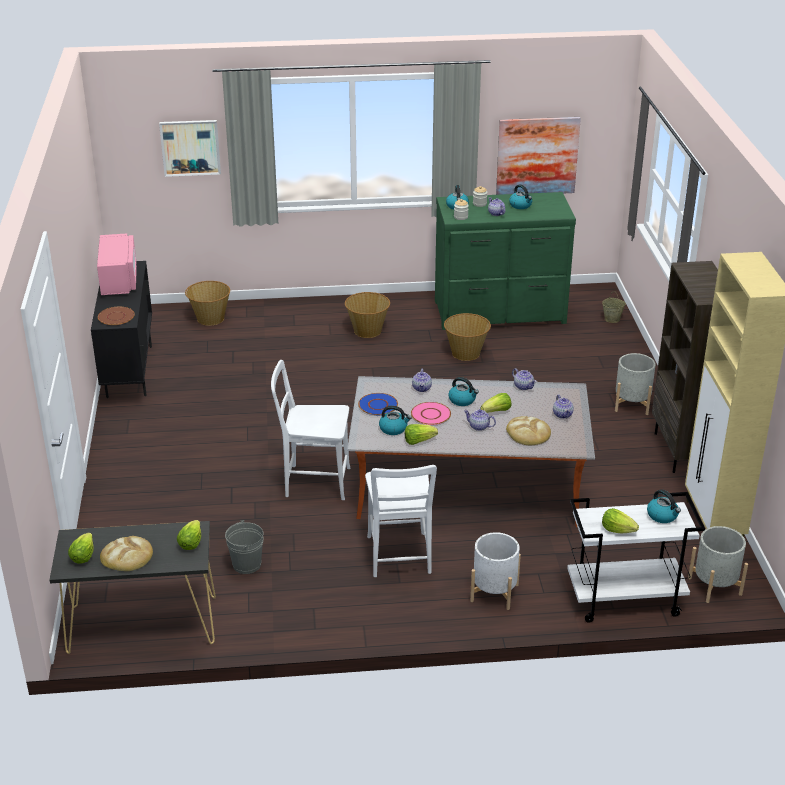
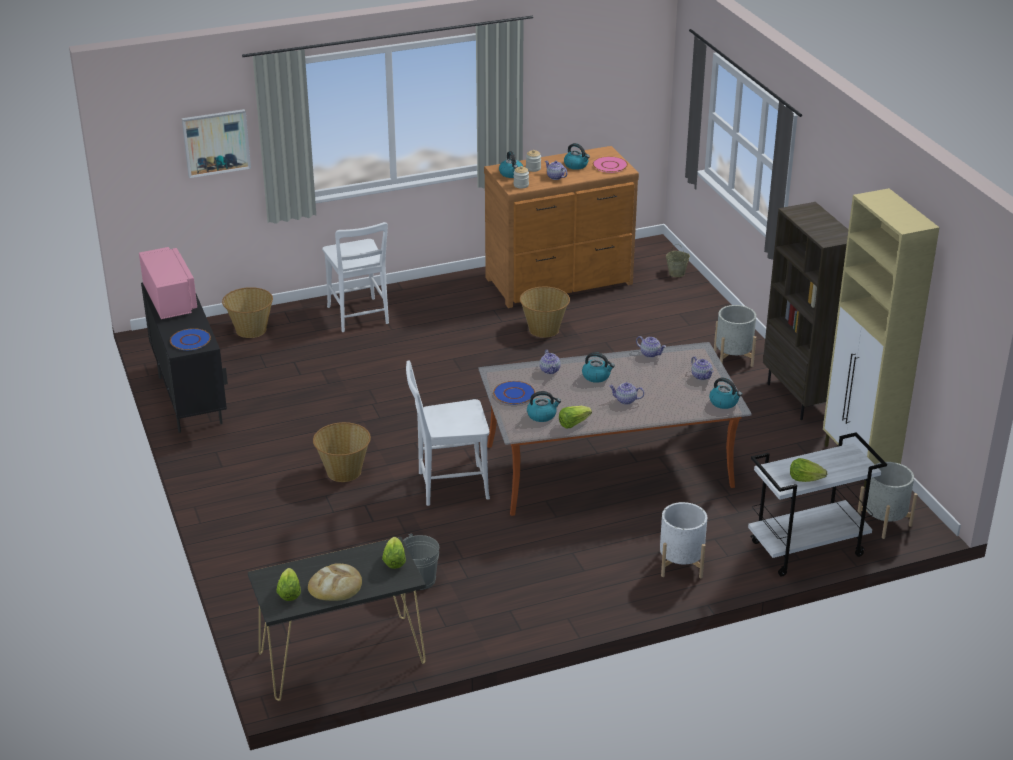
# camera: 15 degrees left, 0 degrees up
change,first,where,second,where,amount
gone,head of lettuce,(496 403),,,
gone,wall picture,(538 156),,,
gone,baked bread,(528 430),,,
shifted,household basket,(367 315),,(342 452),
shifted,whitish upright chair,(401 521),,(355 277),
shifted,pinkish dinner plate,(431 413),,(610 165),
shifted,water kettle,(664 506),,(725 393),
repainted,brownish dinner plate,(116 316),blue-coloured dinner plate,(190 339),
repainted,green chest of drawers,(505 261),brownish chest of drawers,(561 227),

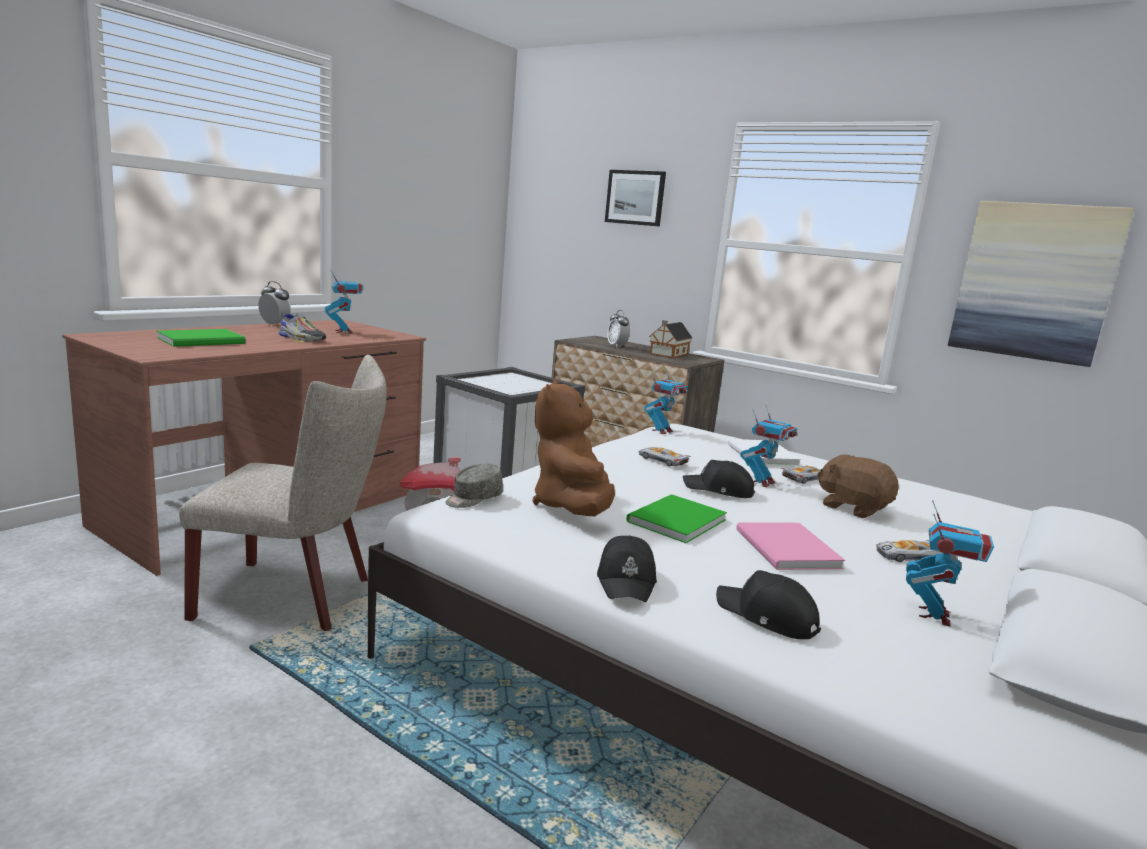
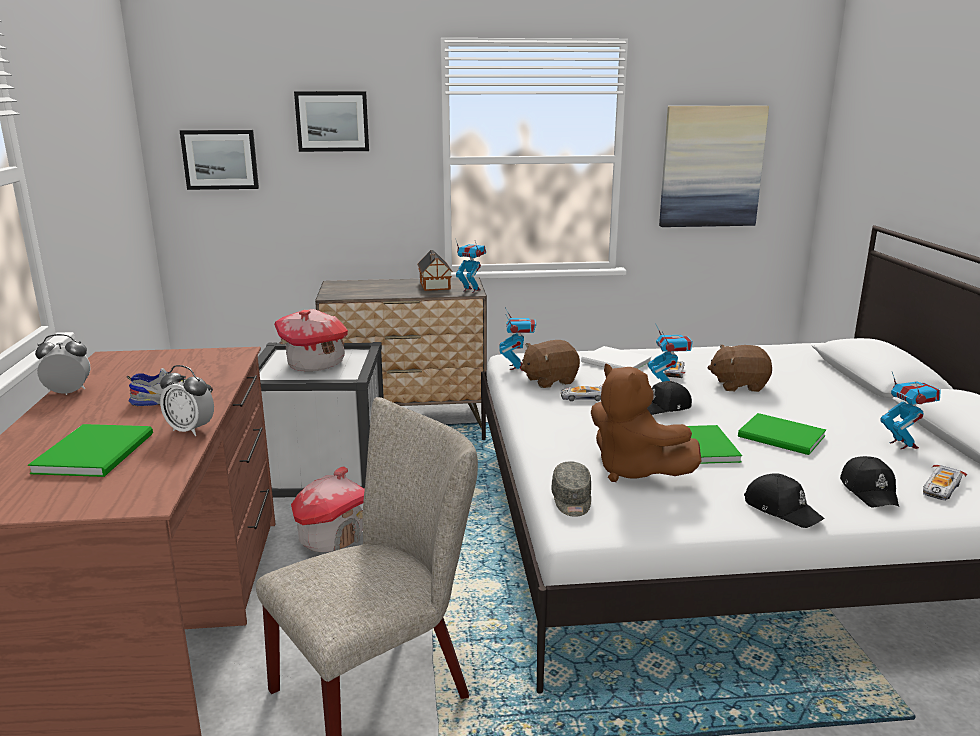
# camera: 40 degrees left, 5 degrees up
change,first,where,second,where,amount
new,,,wall picture,(219 160),
new,,,model house,(311 340),
new,,,brownish plush toy,(550 364),
shifted,toy robot,(344 302),,(470 265),
shifted,bedside clock,(618 329),,(187 400),
shifted,miniature car,(909 551),,(945 483),
repainted,pinkish bound book,(790 546),green bound book,(782 434),
rotated,blackish cap,(768 604),,(869 482),90 degrees counterclockwise

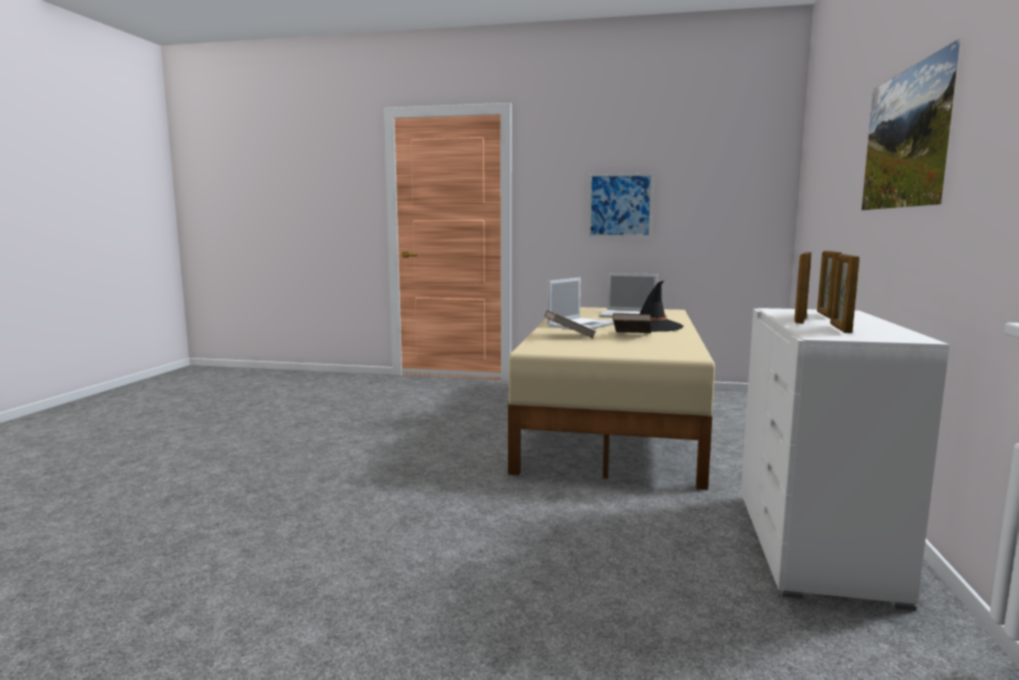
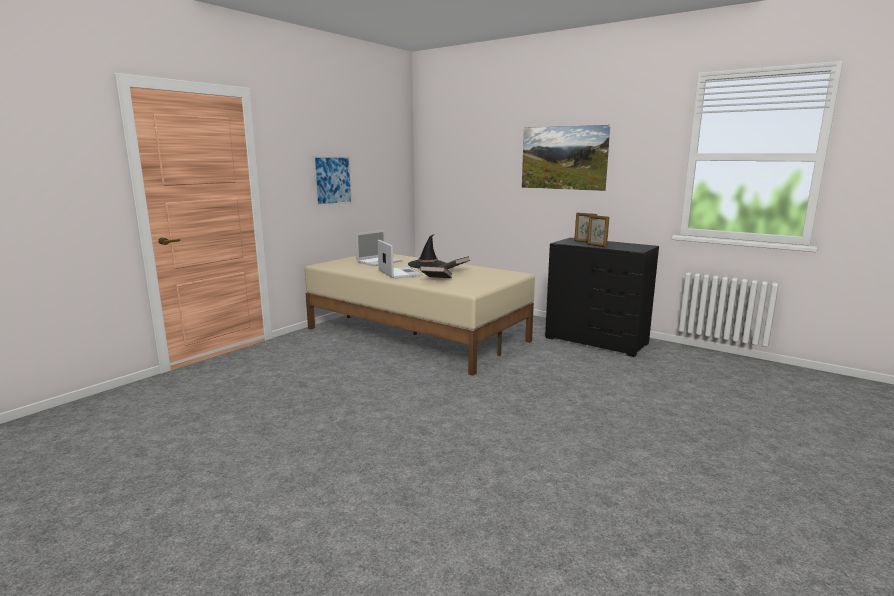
# camera: 65 degrees left, 5 degrees up
change,first,where,second,where,amount
gone,standing frame,(844 293),,,
repainted,whitish chest of drawers,(845 459),blackish chest of drawers,(602 297),

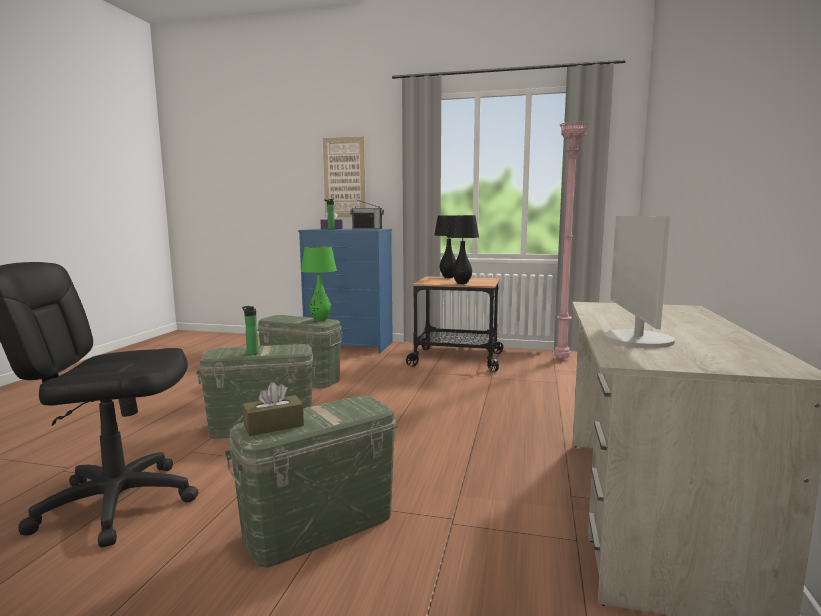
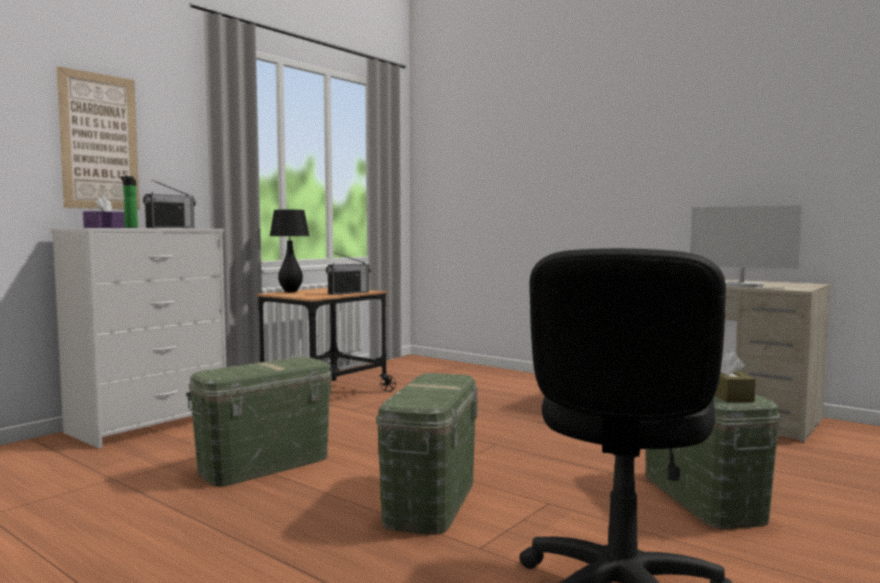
# camera: 65 degrees left, 5 degrees down
change,first,where,second,where,amount
gone,drink bottle,(250 330),,,
gone,green tabletop lamp,(319 283),,,
gone,pinkish floor lamp,(571 240),,,
swapped,blackish tabletop lamp,(463 249),radio receiver,(348 273),
repainted,blue-coloured chest of drawers,(345 291),whitish chest of drawers,(138 338),

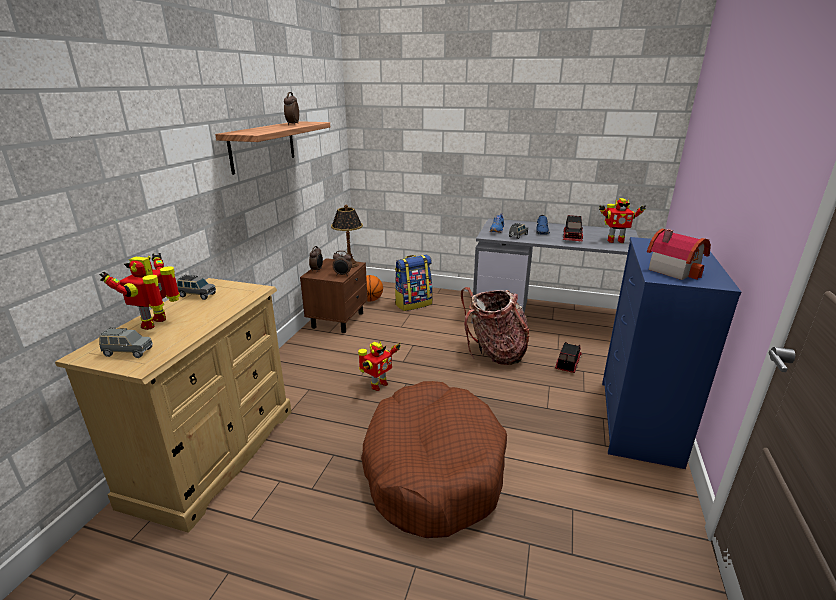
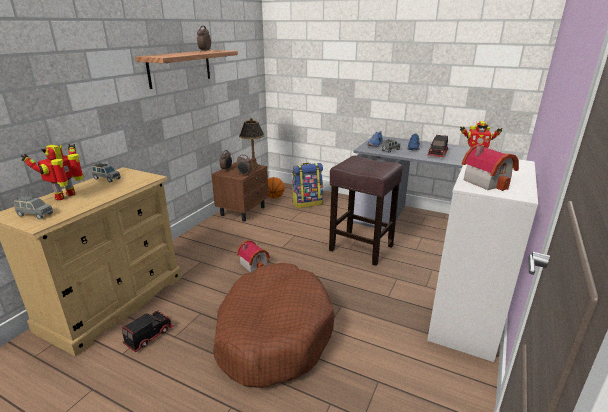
# camera: 10 degrees right, 0 degrees up
change,first,where,second,where,amount
shifted,model truck,(568 357),,(148 331),
swapped,toy robot,(379 366),model house,(253 256),
swapped,backpack,(495 326),brownish sitting stool,(366 211),
repainted,blue-coloured chest of drawers,(671 353),whitish chest of drawers,(482 260),

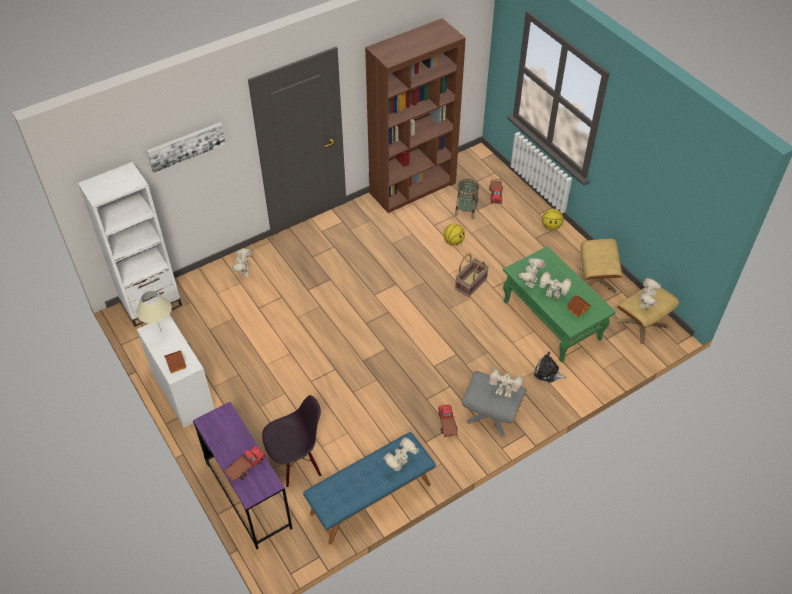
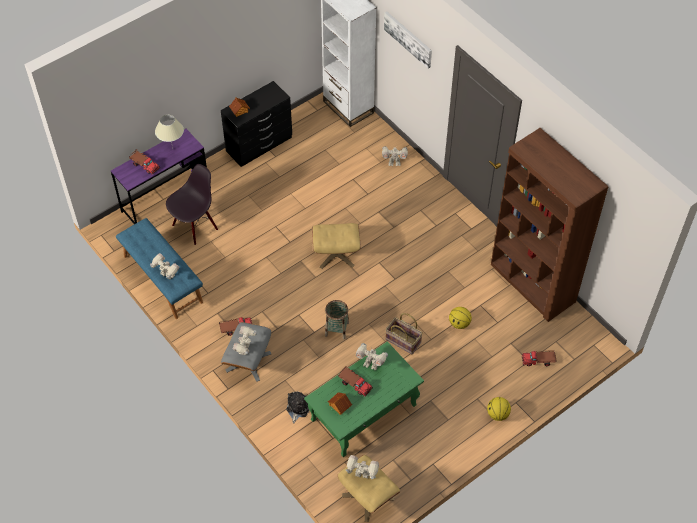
# camera: 85 degrees right, 5 degrees up
change,first,where,second,where,amount
shifted,beige tabletop lamp,(154 311),,(169 131),
shifted,household basket,(467 199),,(337 319),
shifted,beige pouffe,(599 266),,(336 246),
swapped,toy robot,(555 285),model truck,(355 381),
repainted,whitish chest of drawers,(175 371),blackish chest of drawers,(256 124),
rotated,blackish upright chair,(291 441),,(192 204),105 degrees counterclockwise

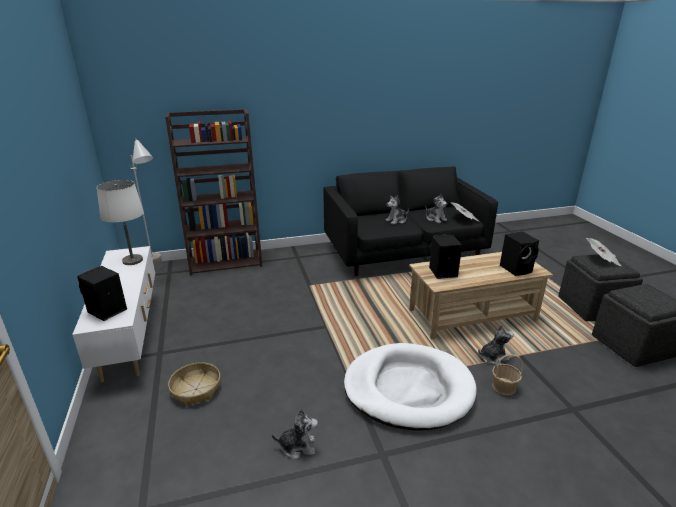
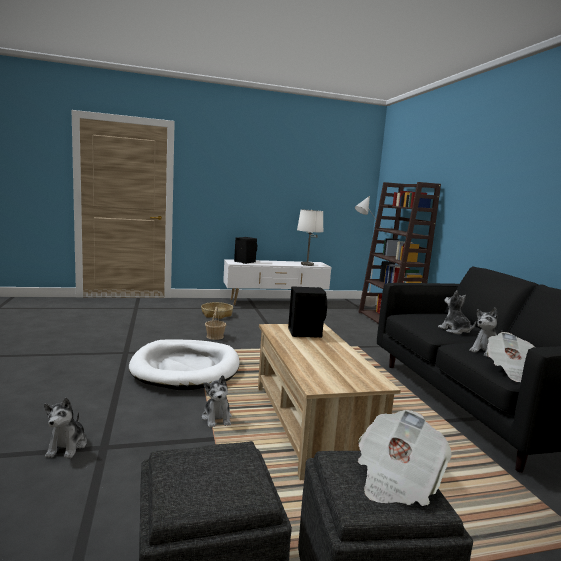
# camera: 90 degrees right, 15 degrees down
change,first,where,second,where,amount
gone,blackish audio speaker,(519 253),,,
shifted,plush toy,(295 434),,(65 427),
shifted,household basket,(507 374),,(215 323),

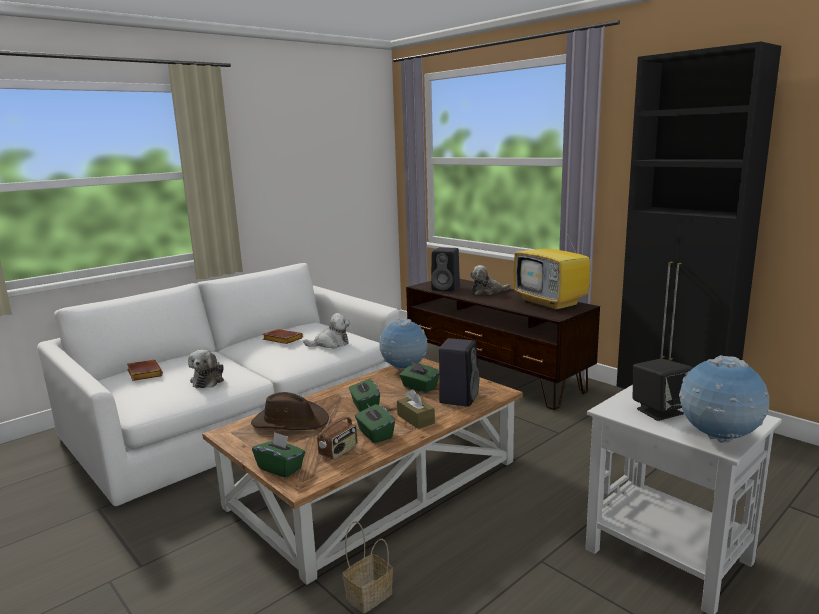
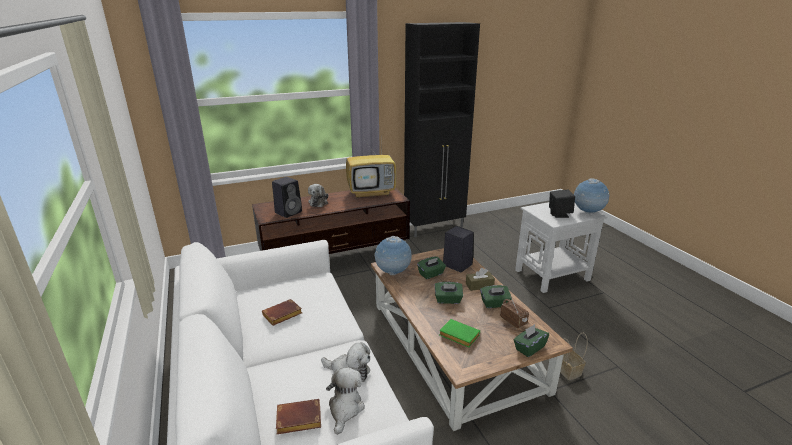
# camera: 70 degrees left, 10 degrees up
change,first,where,second,where,amount
shifted,plush toy,(326 331),,(345 401),
swapped,brownish clothing hat,(290 411),green bound book,(459 333),

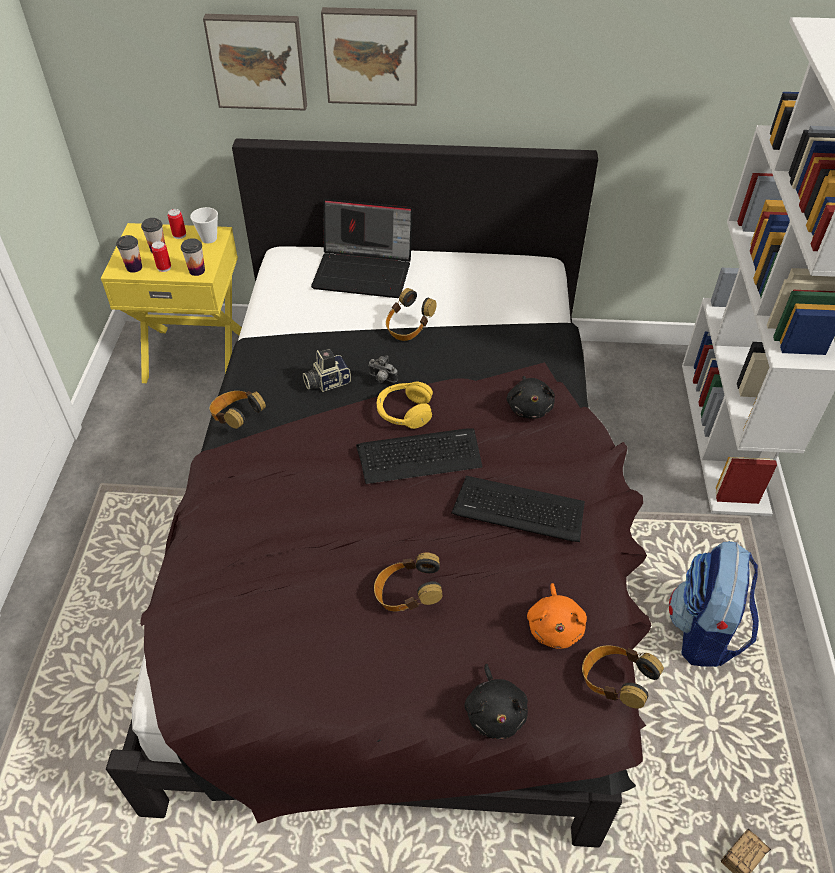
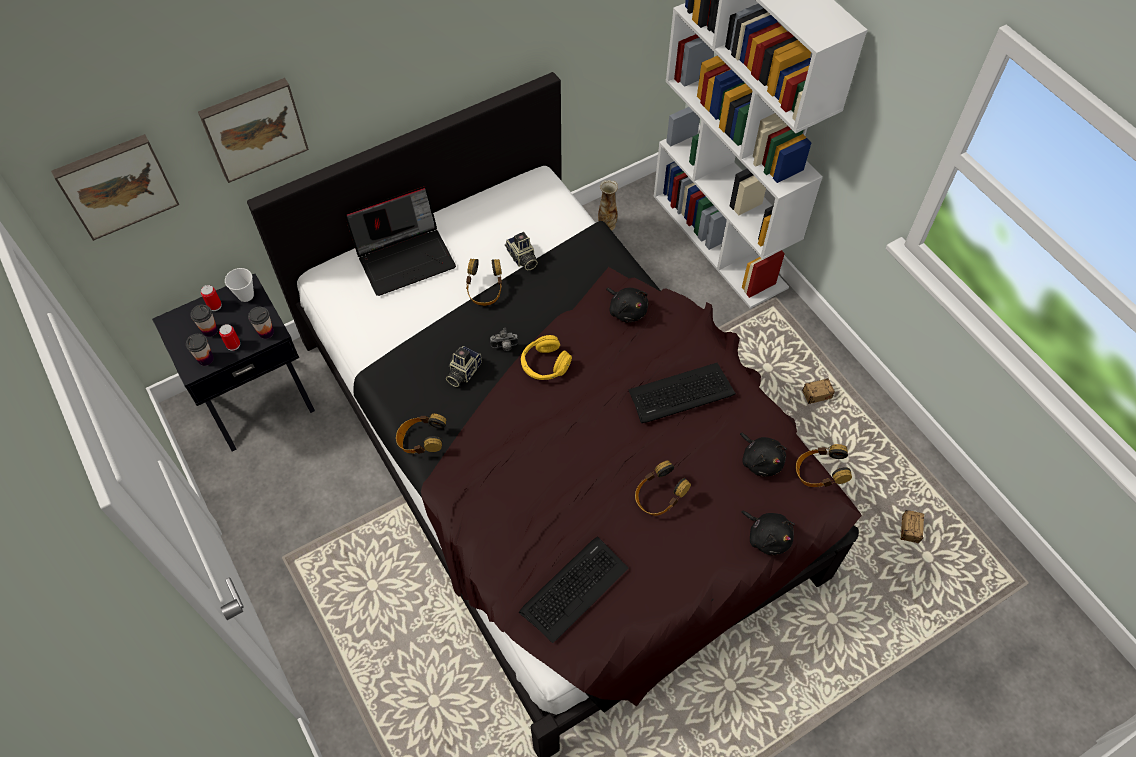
# camera: 35 degrees left, 10 degrees up
change,first,where,second,where,amount
new,,,photo camera,(521 251),
new,,,vase,(608 205),
shifted,wall picture,(369 56),,(115 187),
shifted,computer keyboard,(419 456),,(573 590),
swapped,backpack,(714 604),storage box,(809 391),
repainted,yellow bedside table,(171 303),blackish bedside table,(233 362),
repainted,orangey plush toy,(557 616),blackish plush toy,(763 455),

